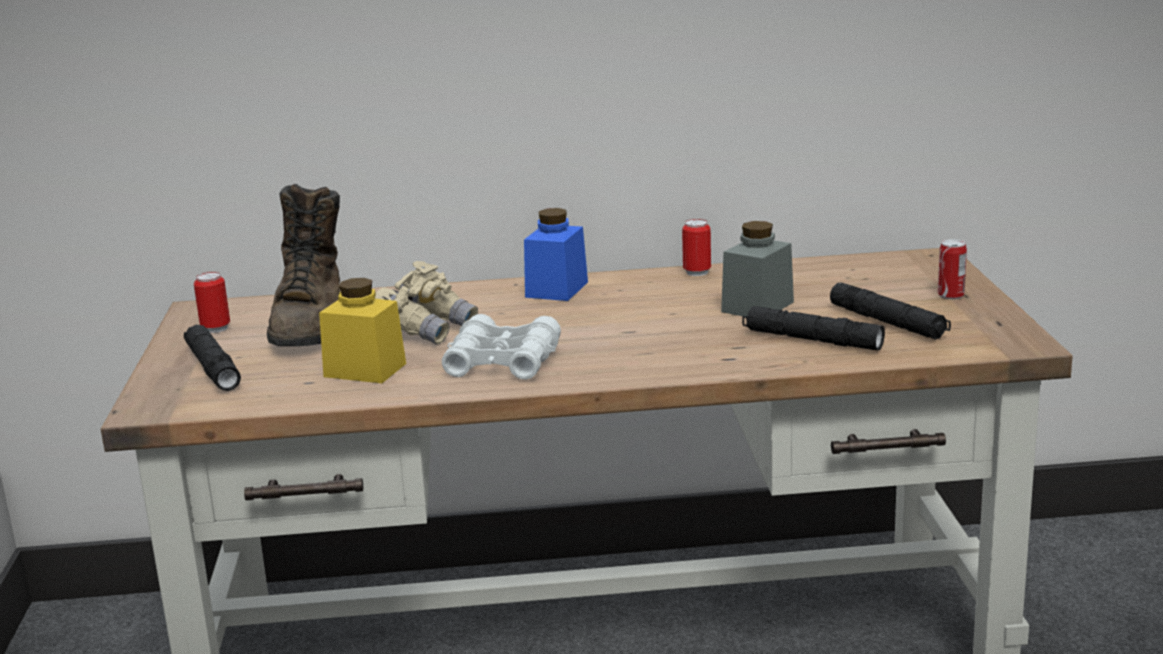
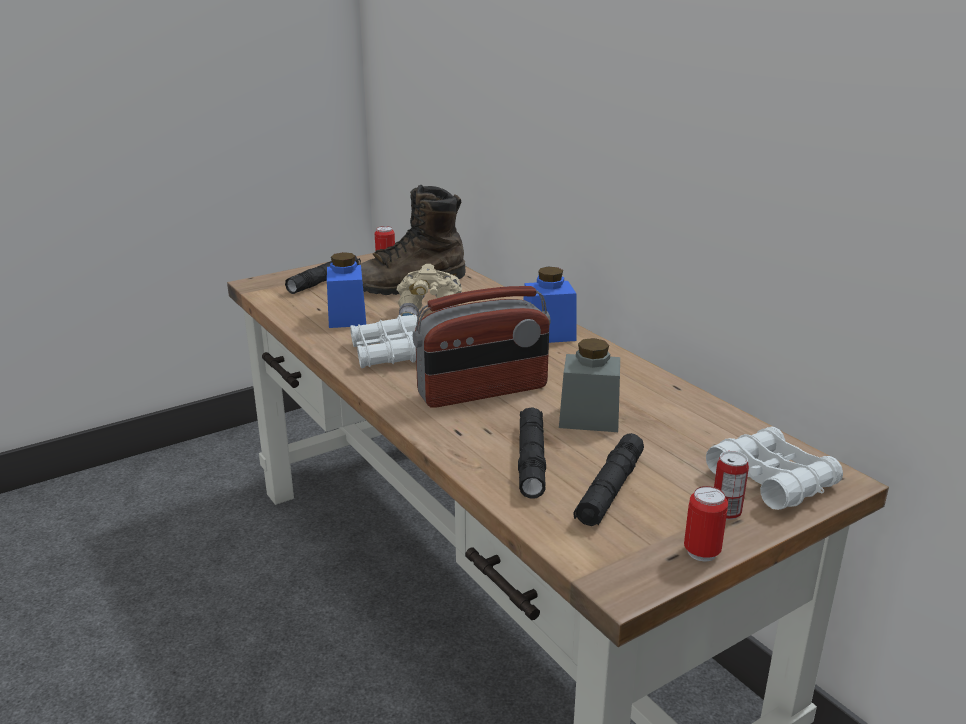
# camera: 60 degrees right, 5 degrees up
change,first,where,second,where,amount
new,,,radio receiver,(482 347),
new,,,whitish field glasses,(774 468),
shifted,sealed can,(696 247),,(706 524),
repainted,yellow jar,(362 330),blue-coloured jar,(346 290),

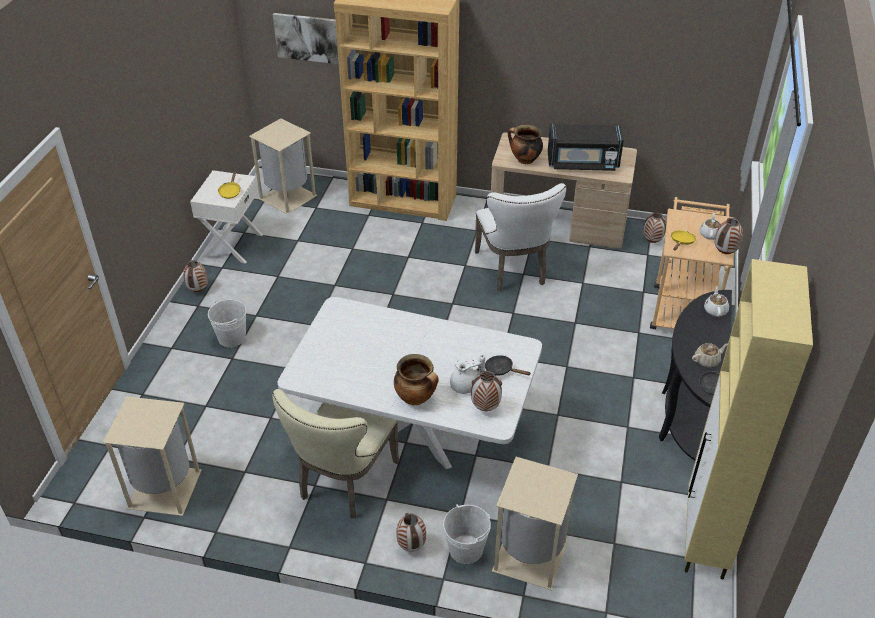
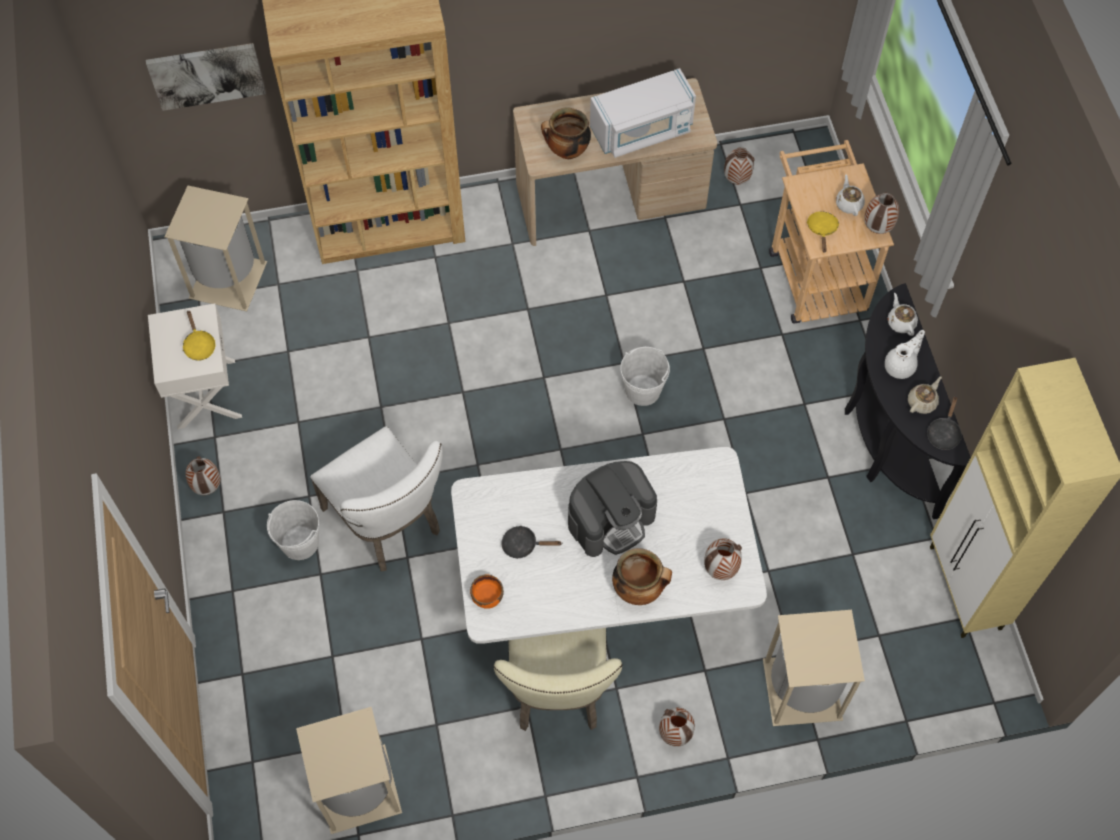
# camera: 25 degrees left, 20 degrees up
change,first,where,second,where,amount
new,,,orangey deep dish,(487 591),
new,,,coffee maker,(612 509),
shifted,whitish pail,(467 534),,(645 376),
shifted,whitish pot for tea,(467 374),,(905 354),
shifted,whitish upright chair,(520 237),,(376 498),
shifted,blackish frying pan,(507 365),,(531 542),
repainted,blackish microwave,(586 147),whitish microwave,(643 113),

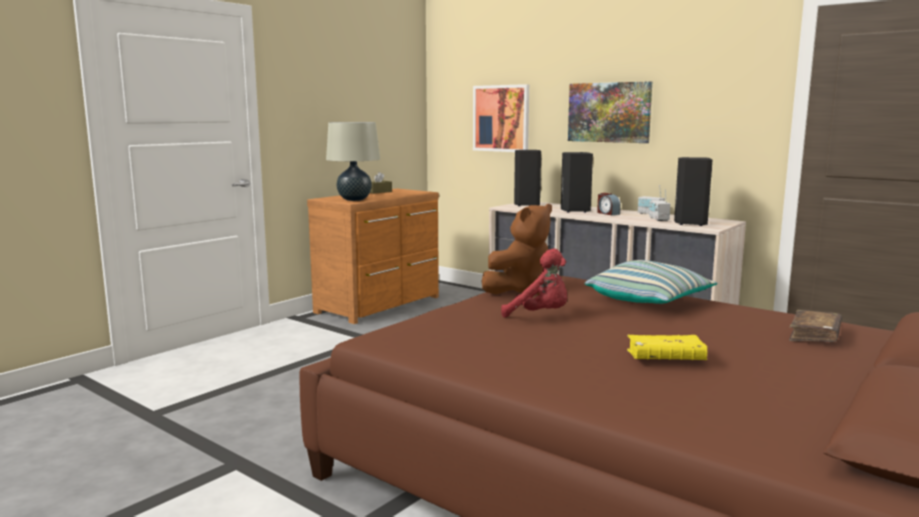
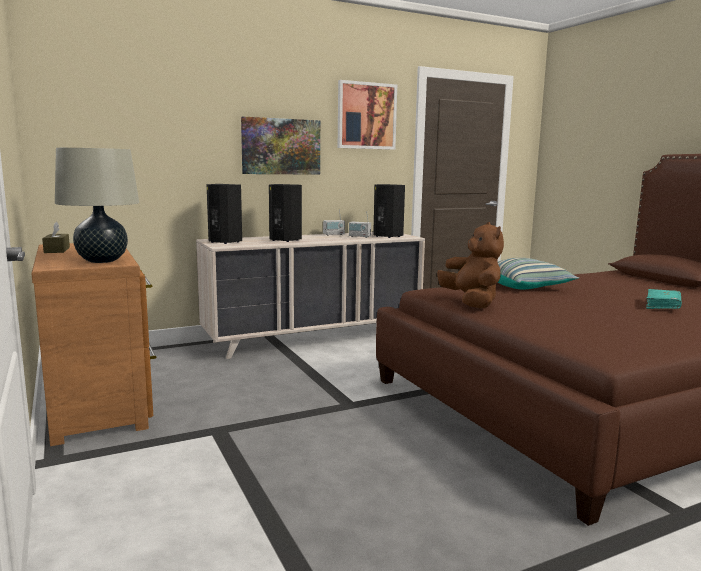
# camera: 65 degrees left, 0 degrees up
change,first,where,second,where,amount
gone,red-coloured plush toy,(534 283),,,
gone,bedside clock,(609 204),,,
gone,brownish bound book,(815 326),,,
shifted,wall picture,(501 118),,(367 115),
repainted,yellow bound book,(667 347),turquoise-coloured bound book,(664 299),

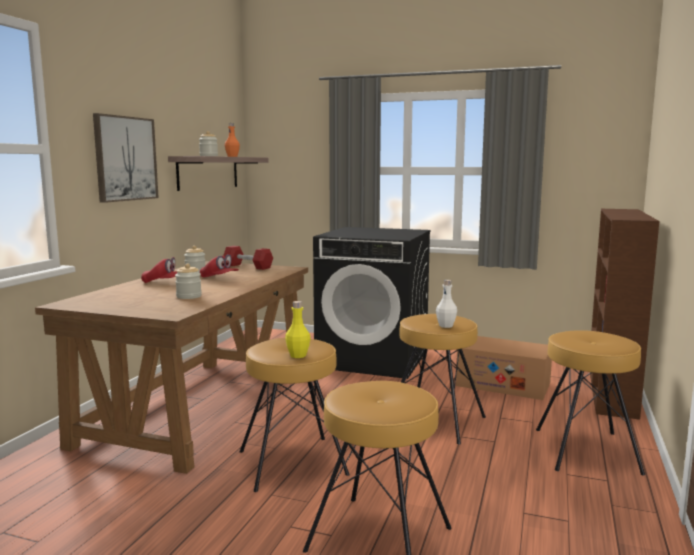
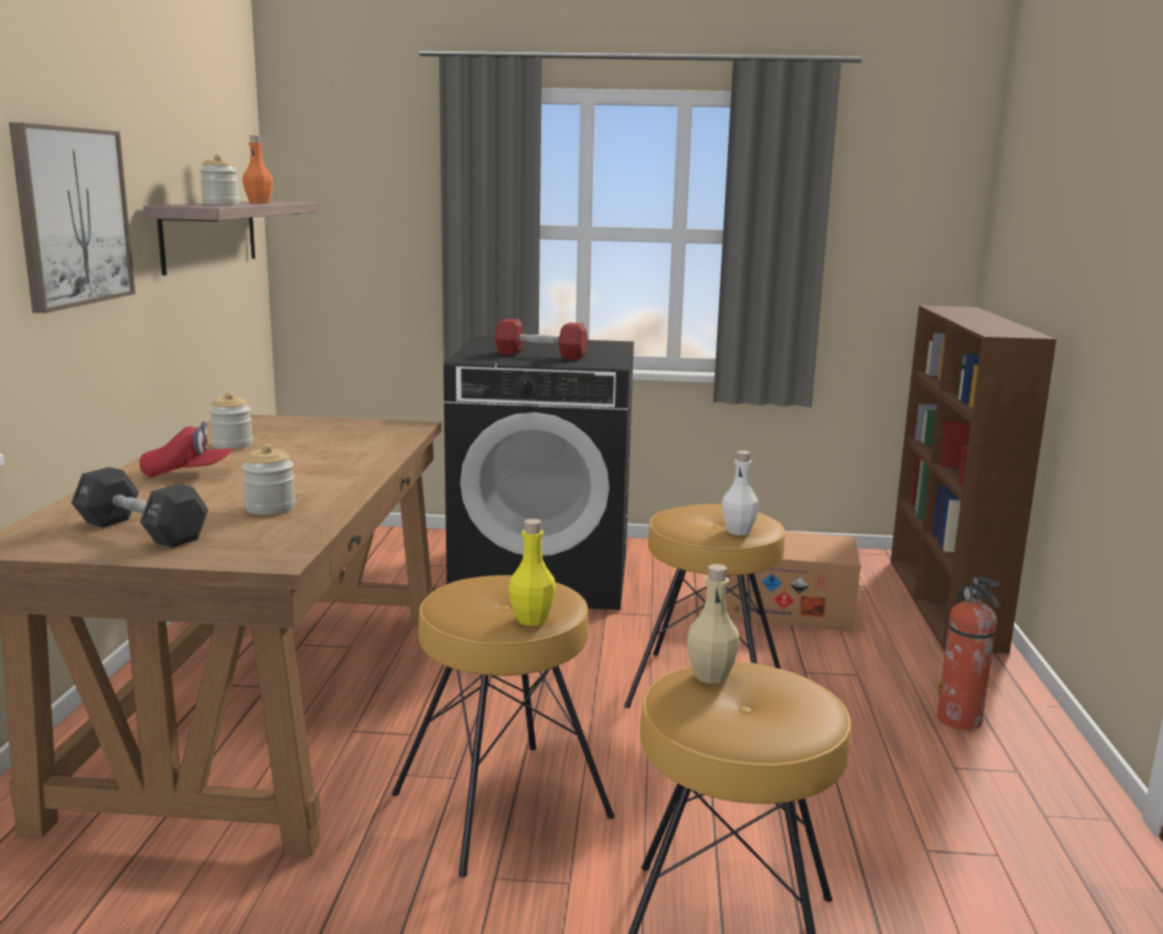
# camera: 15 degrees left, 5 degrees up
change,first,where,second,where,amount
gone,red-coloured cap,(219 265),,,
new,,,blackish dumbbell,(140 507),
new,,,beige drink bottle,(713 624),
shifted,red-coloured dumbbell,(248 258),,(541 339),
swapped,brownish sitting stool,(590 402),fire extinguisher,(969 653),

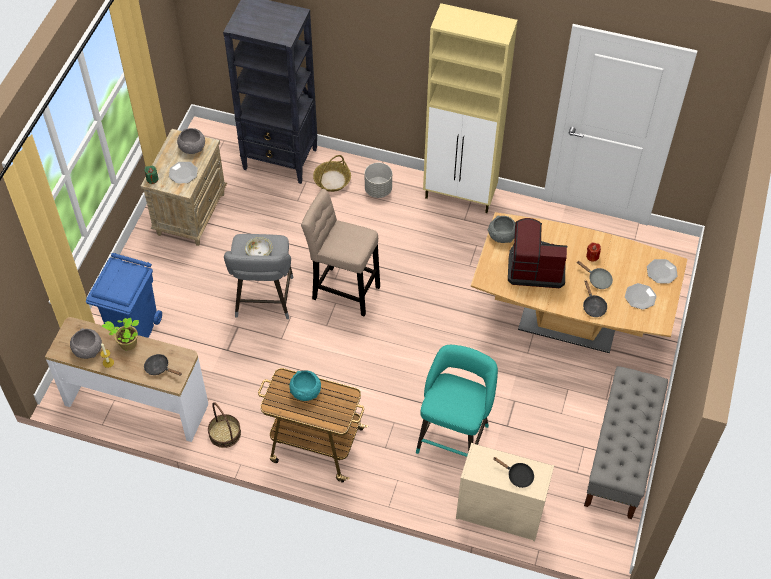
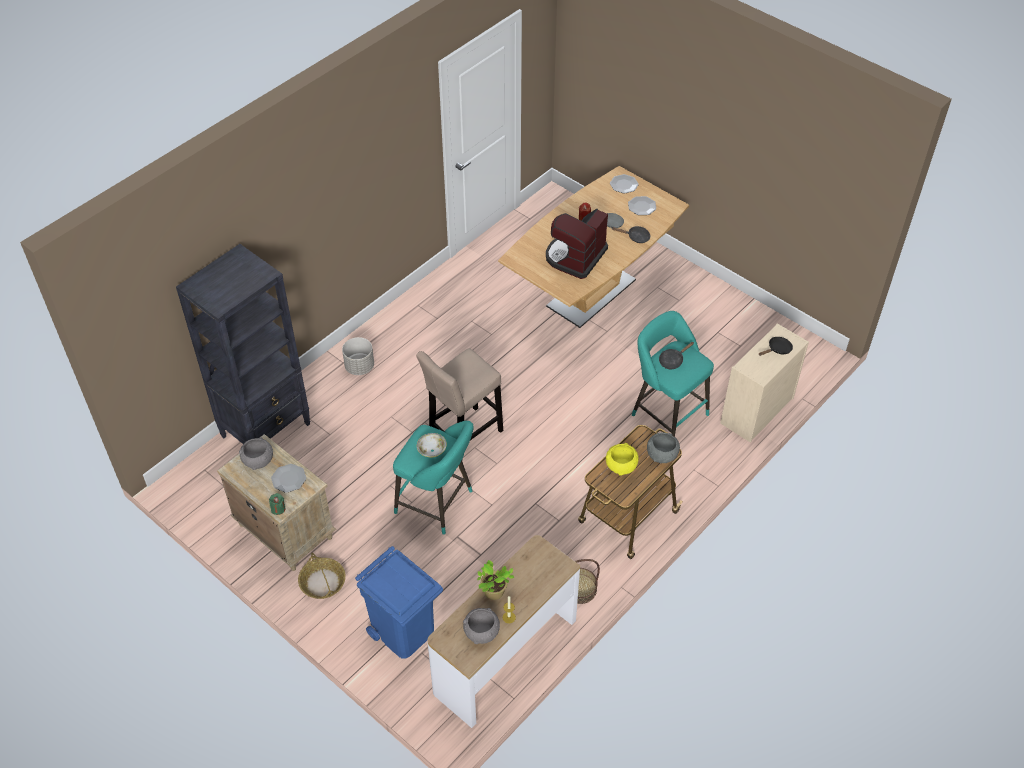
# camera: 65 degrees left, 5 degrees down
change,first,where,second,where,amount
gone,beige cabinet,(470 108),,,
gone,grey indoor bench,(626 442),,,
shifted,blackish frying pan,(163 365),,(676 355),
shifted,household basket,(332 173),,(322 575),
shifted,grey deep dish,(501 229),,(663 448),
repainted,grey sitting stool,(258 276),turquoise-coloured sitting stool,(433 478),
repainted,turquoise-coloured deep dish,(305 385),yellow deep dish,(622 459),

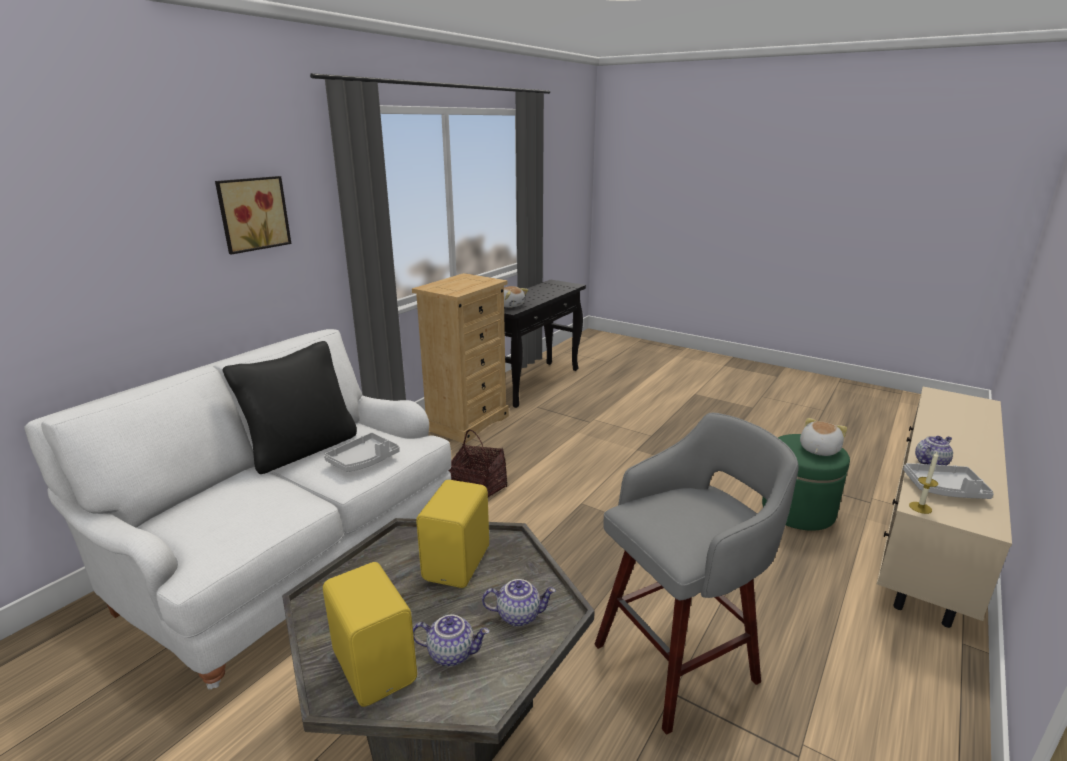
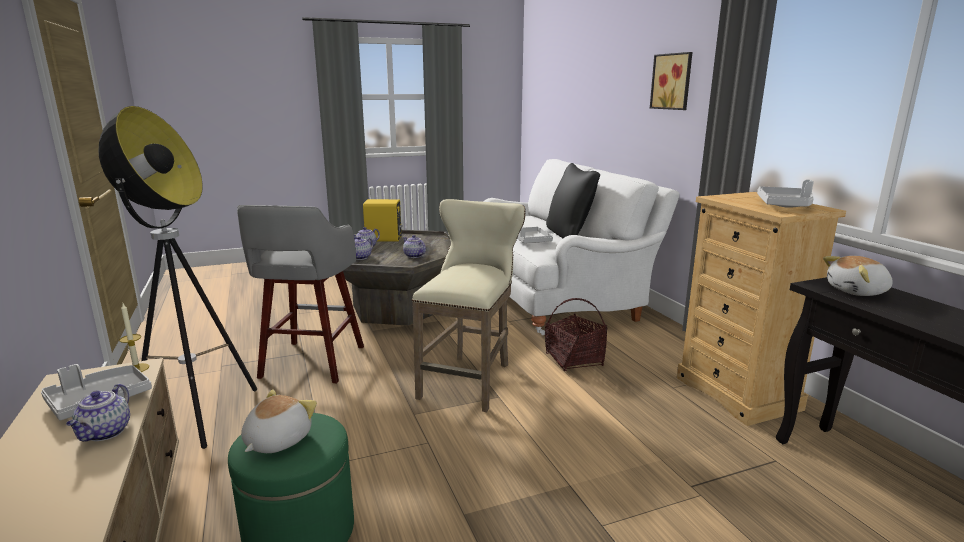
# camera: 125 degrees right, 5 degrees down
change,first,where,second,where,amount
new,,,floor lamp,(177 277),
new,,,beige sitting stool,(469 305),
new,,,grey carrying tray,(785 194),
swapped,yellow audio speaker,(452 534),pot for tea,(414 246),
rotated,plush toy,(823 437),,(279 421),135 degrees counterclockwise

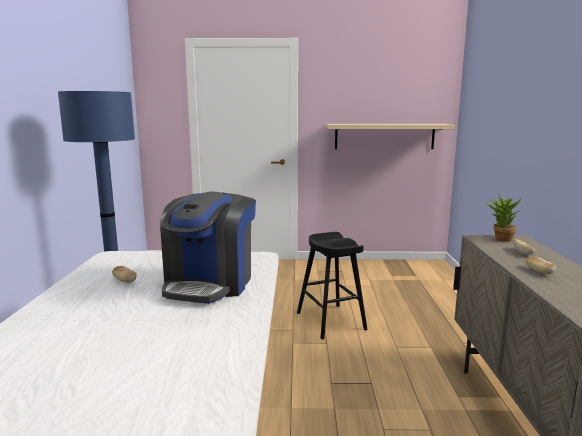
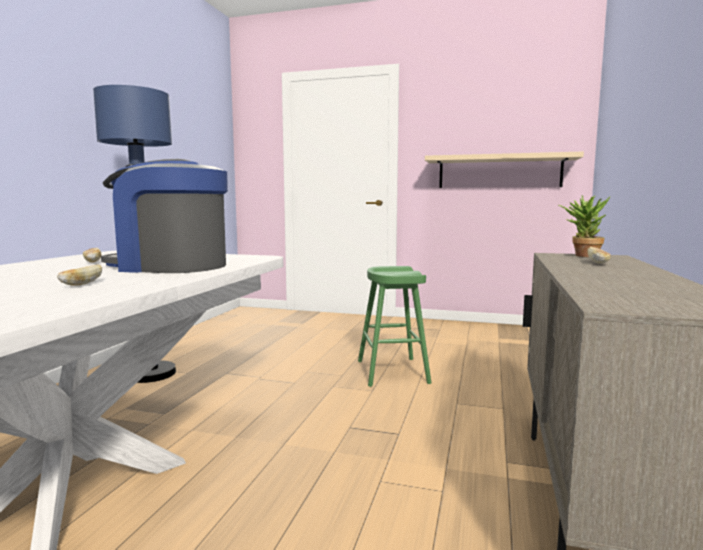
# camera: 15 degrees right, 5 degrees down
change,first,where,second,where,amount
shifted,baked bread,(540 265),,(79 275),
repainted,blackish sitting stool,(332 285),green sitting stool,(394 326),
rotated,coffee maker,(208 248),,(164 216),75 degrees clockwise

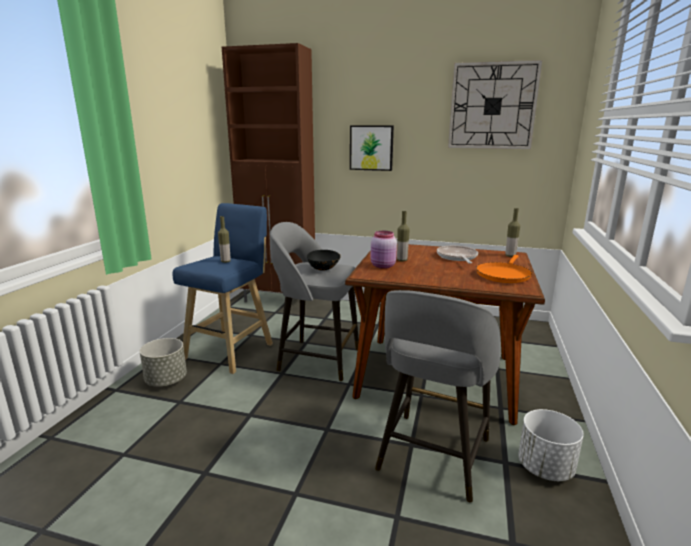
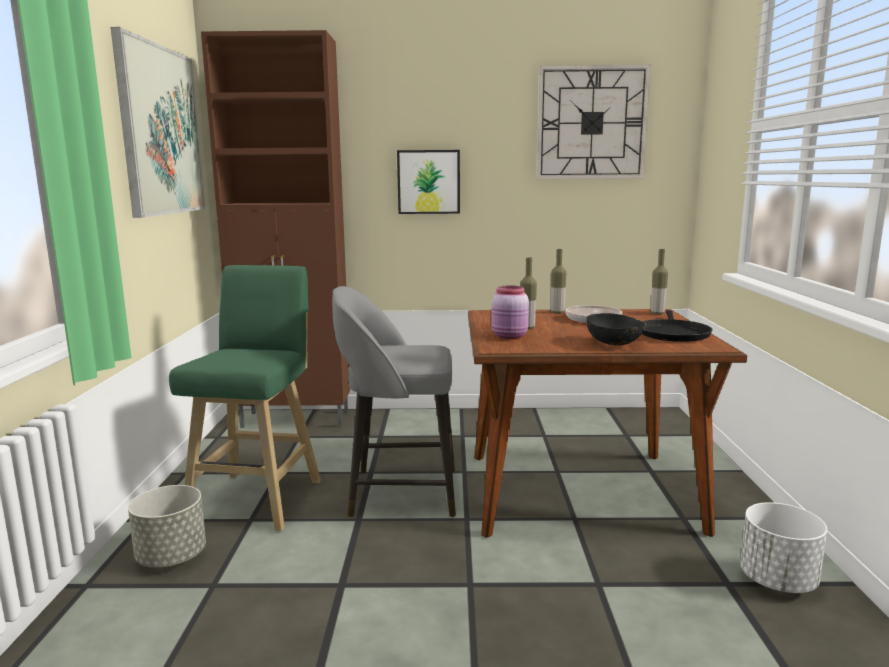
# camera: 15 degrees left, 5 degrees down
change,first,where,second,where,amount
gone,grey sitting stool,(438 396),,,
new,,,wall picture,(158 122),
shifted,drink bottle,(224 239),,(559 281),
shifted,blackish deep dish,(324 260),,(616 329),
repainted,blue-coloured sitting stool,(223 288),green sitting stool,(245 398),
repainted,orangey frying pan,(504 269),blackish frying pan,(677 326),

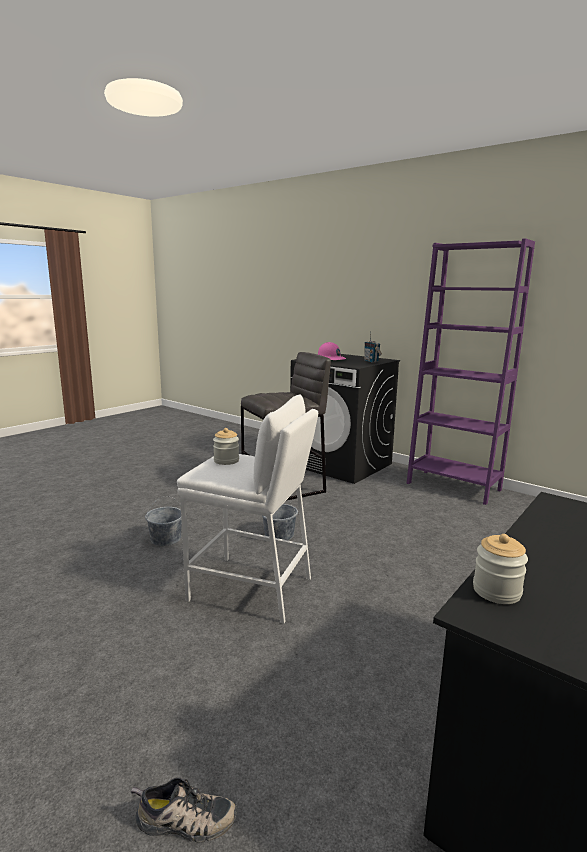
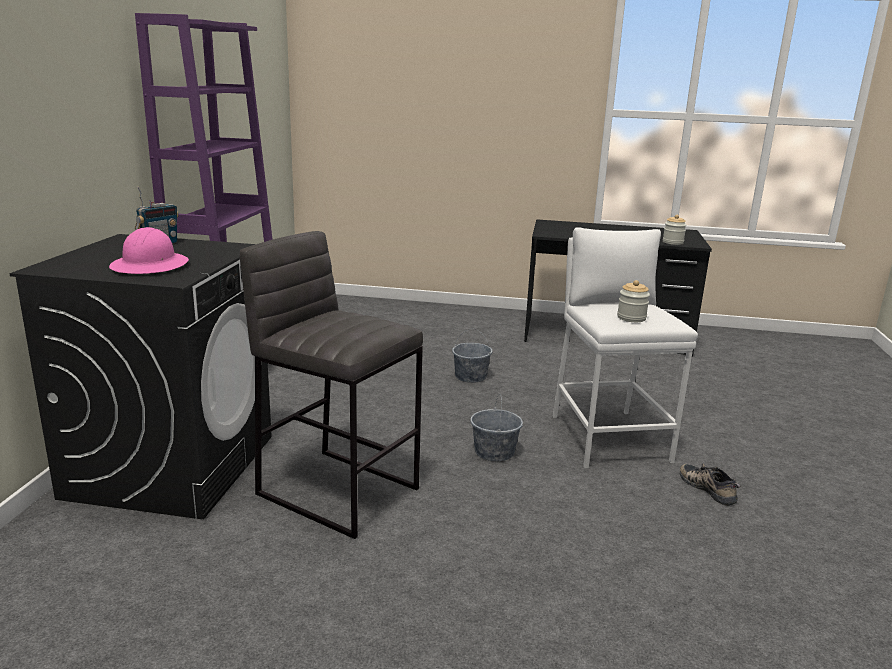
# camera: 120 degrees left, 5 degrees up
change,first,where,second,where,amount
shifted,item of footwear,(183 810),,(710 484),
shifted,grey pail,(163 521),,(472 355),

